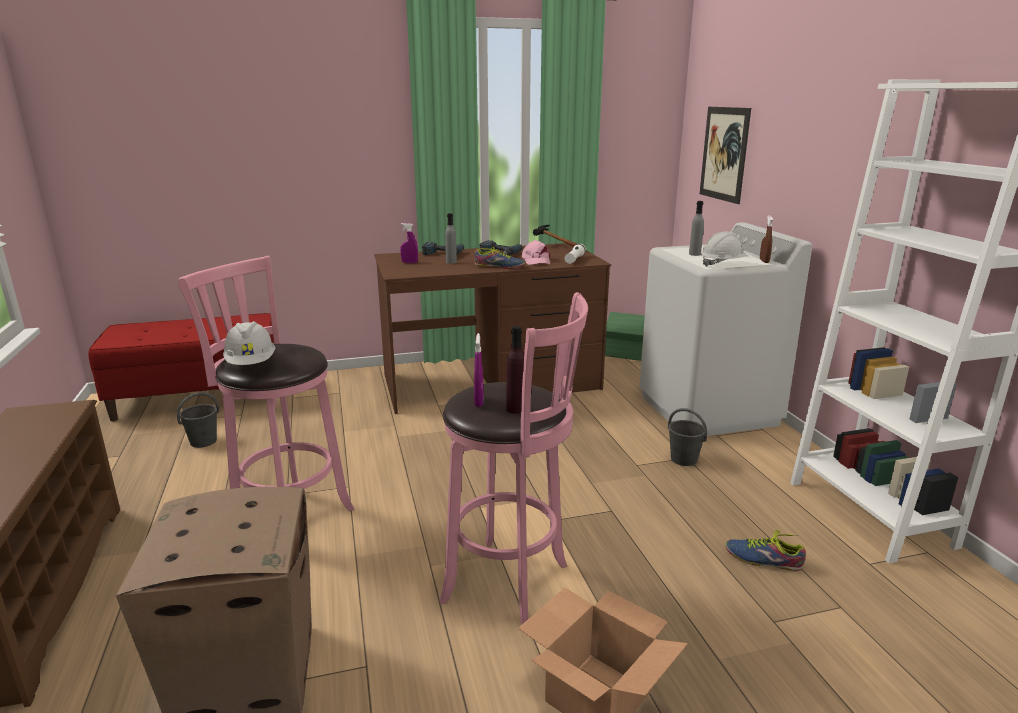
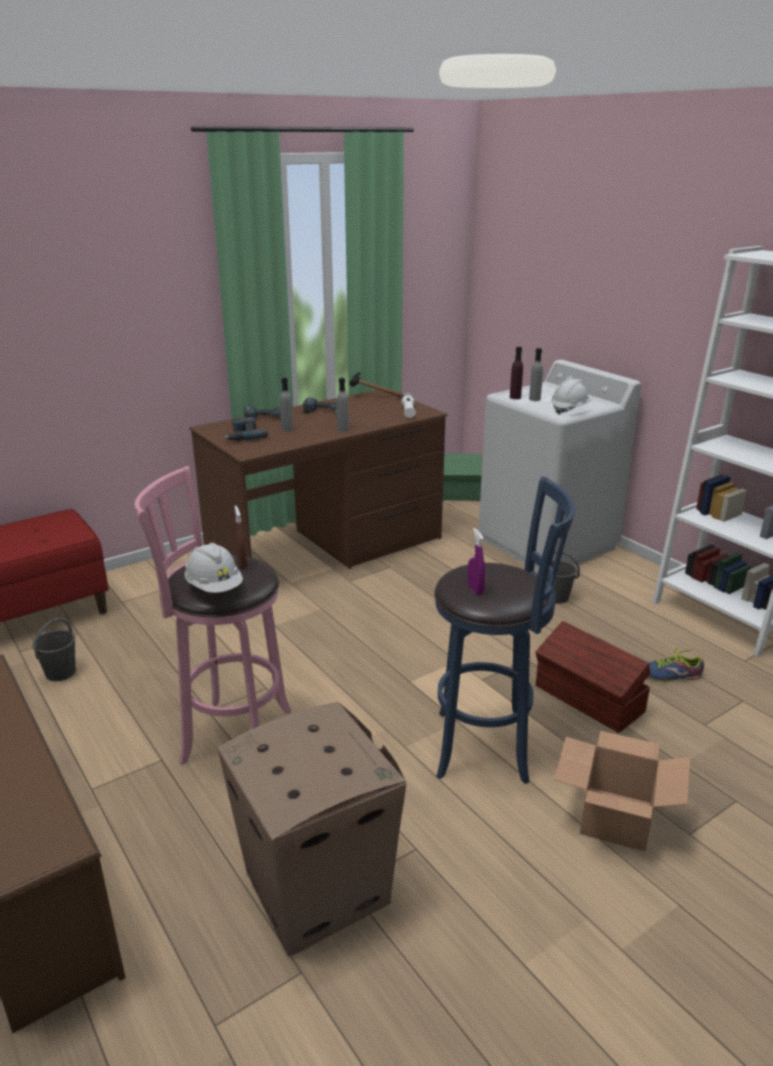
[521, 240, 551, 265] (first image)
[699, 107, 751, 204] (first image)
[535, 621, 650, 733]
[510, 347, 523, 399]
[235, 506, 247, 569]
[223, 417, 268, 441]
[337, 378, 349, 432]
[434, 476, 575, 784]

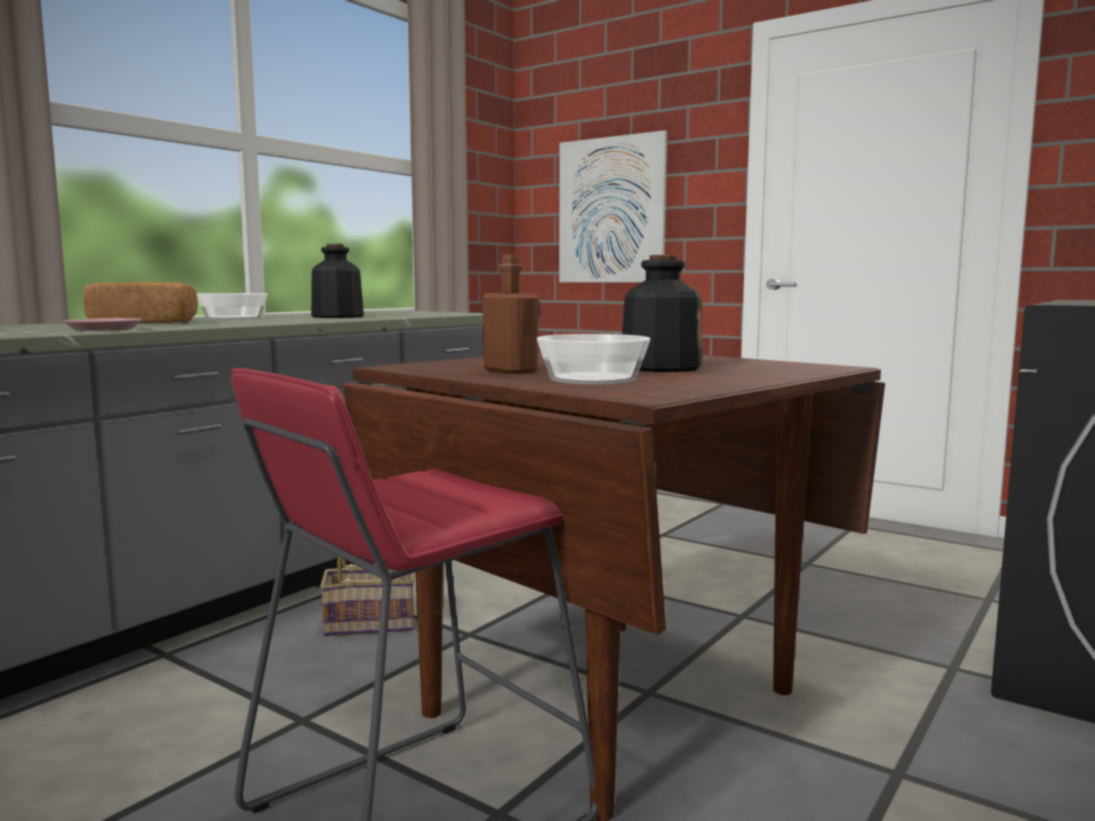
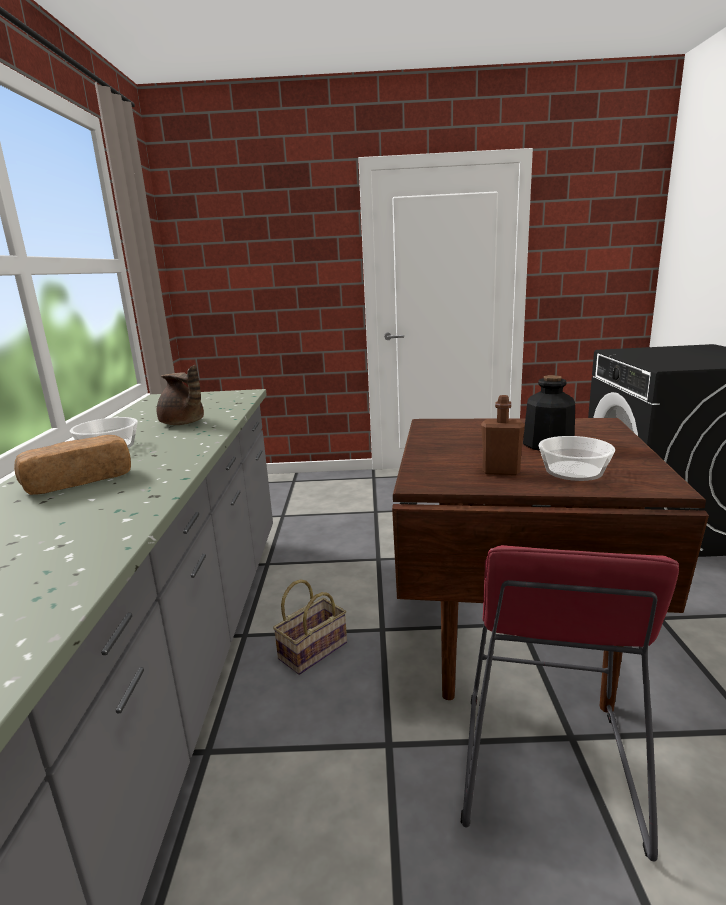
[63, 318, 142, 331] (first image)
[559, 130, 667, 282] (first image)
[157, 365, 204, 425]

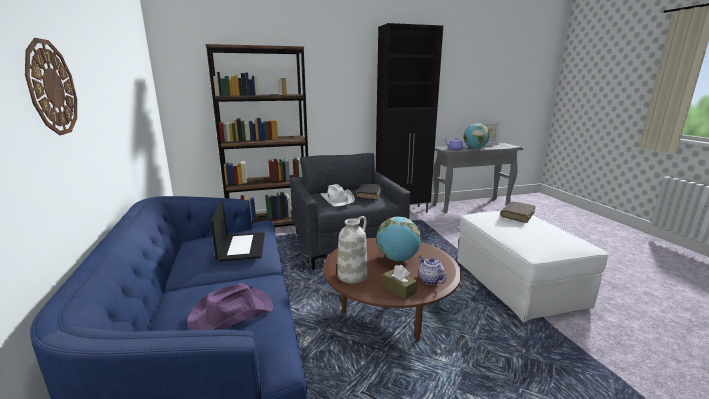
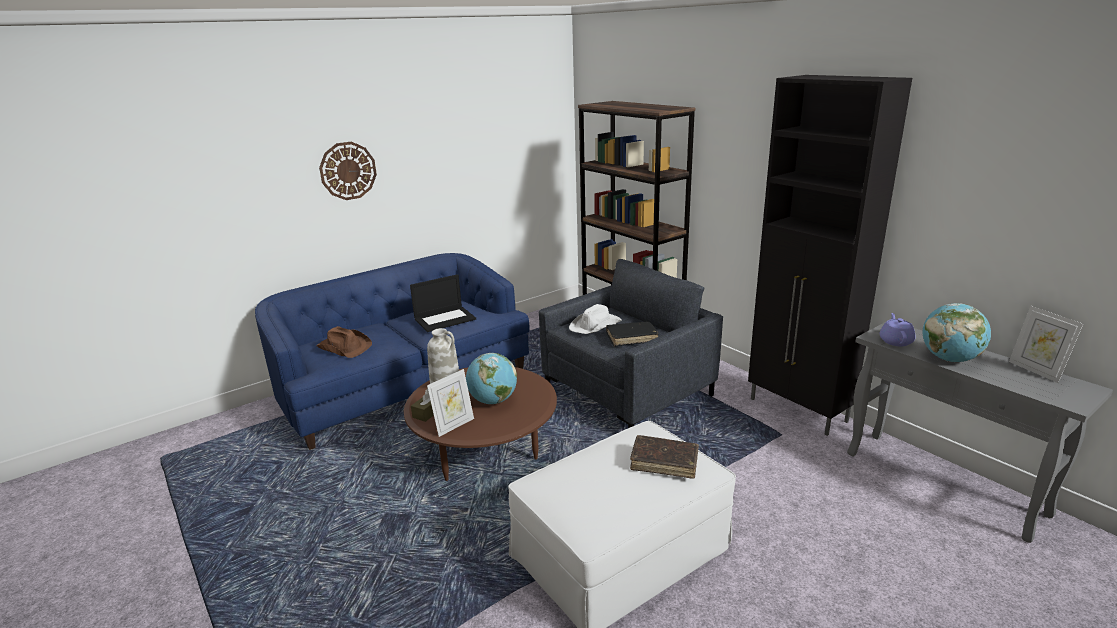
[427, 369, 474, 437]
[316, 326, 372, 358]

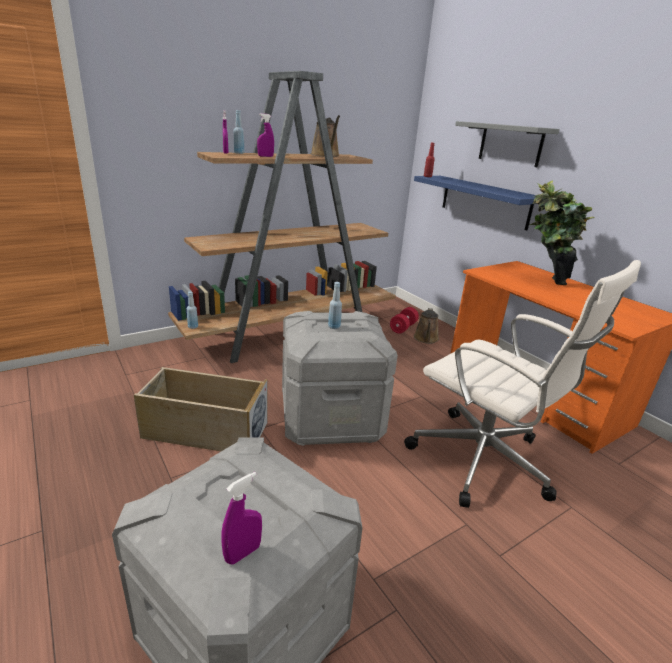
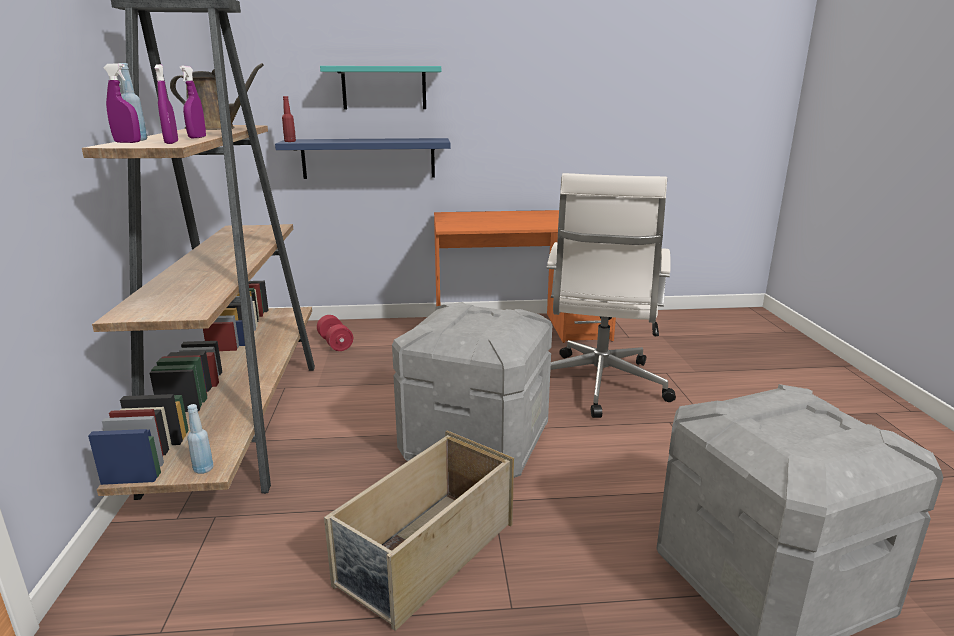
[328, 282, 342, 329] (first image)
[414, 308, 439, 344] (first image)
[529, 180, 595, 285] (first image)
[155, 64, 178, 144]
[320, 66, 441, 110]
[546, 173, 676, 418]

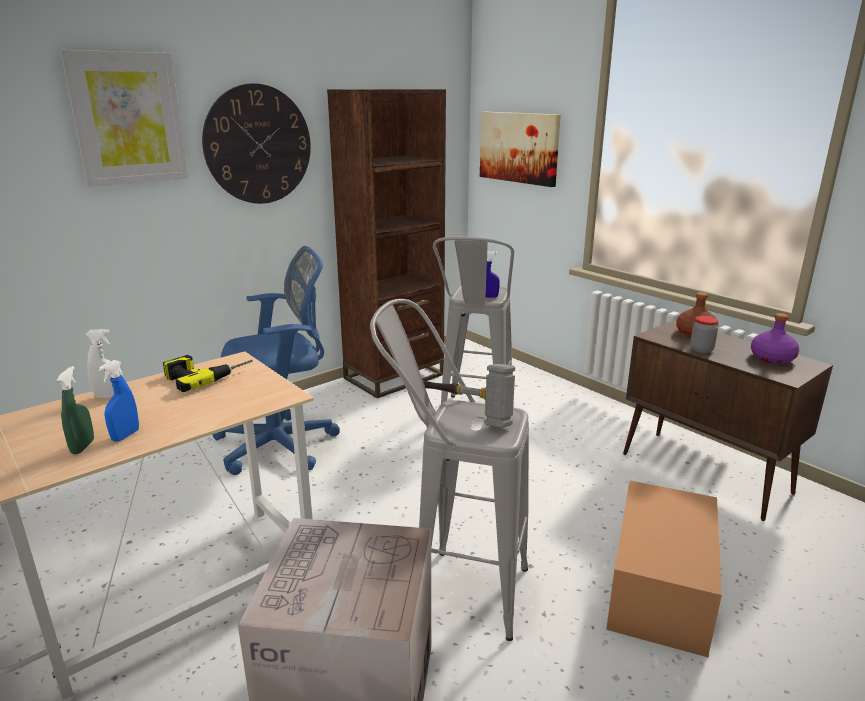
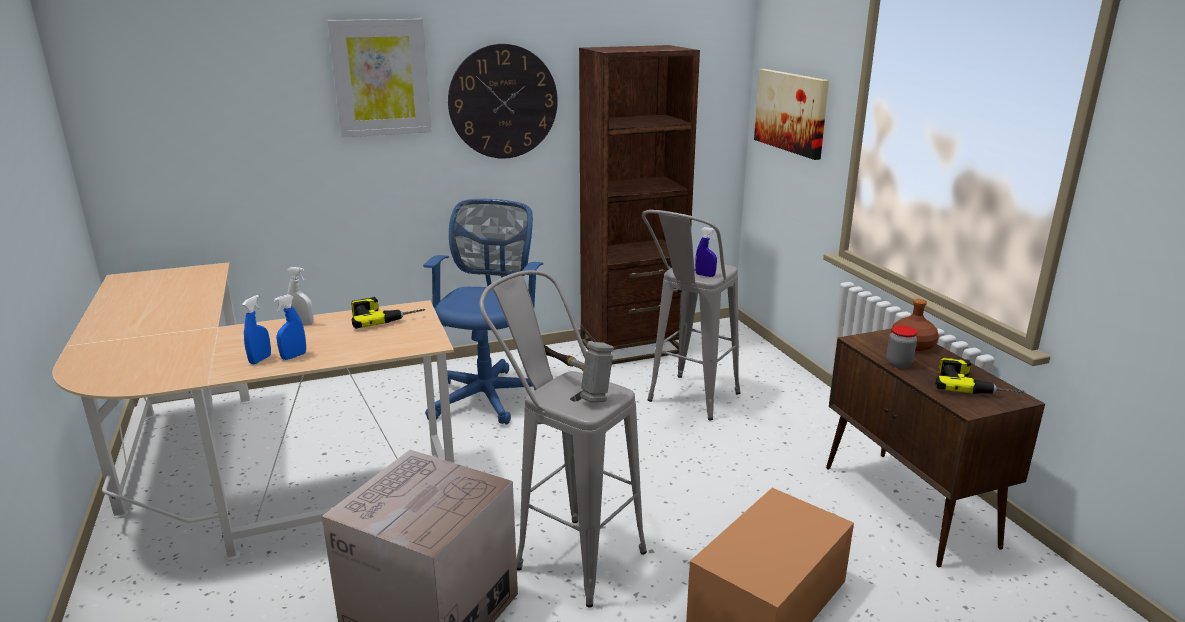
[935, 357, 1024, 394]
[242, 295, 271, 364]
[423, 199, 543, 424]

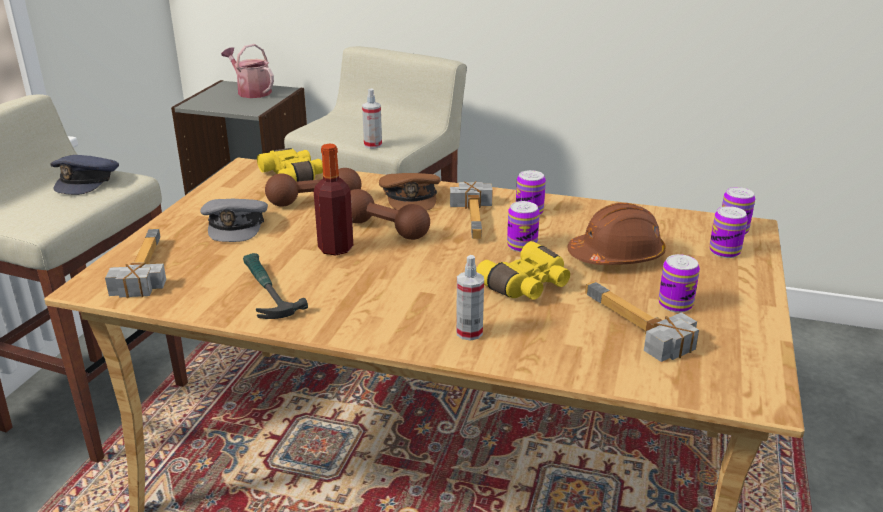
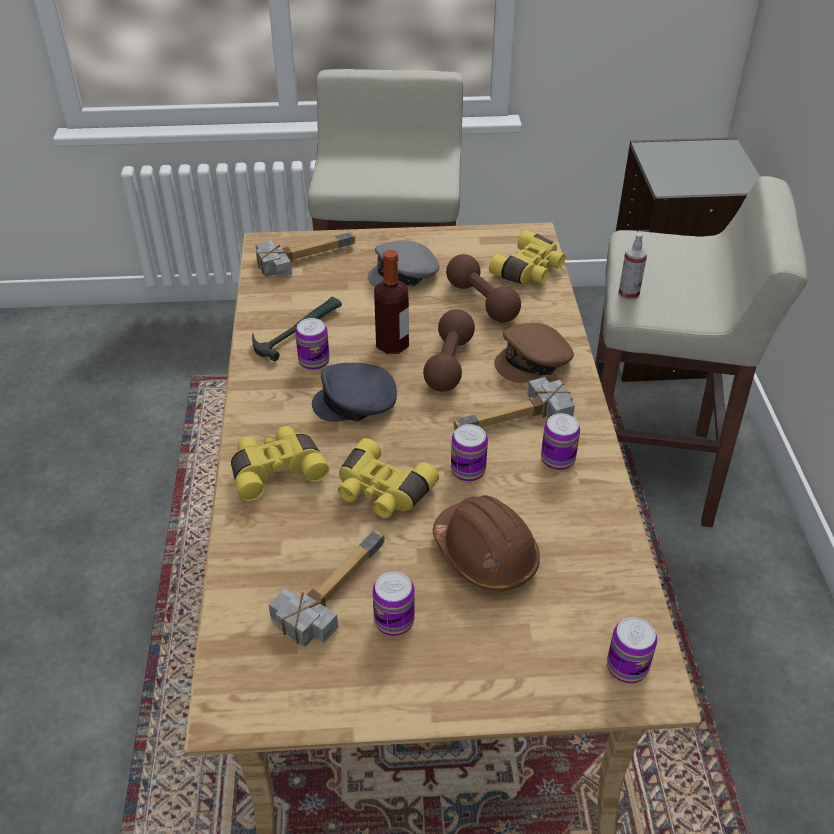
[221, 44, 274, 98] (first image)
[312, 363, 397, 422]
[295, 318, 330, 370]
[231, 426, 329, 501]

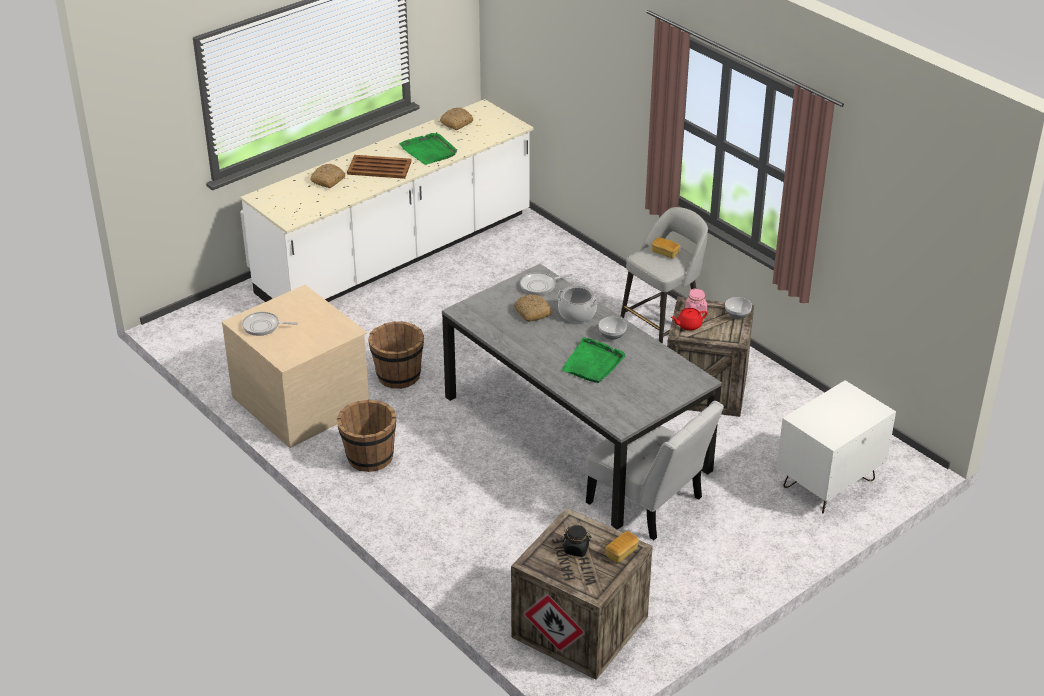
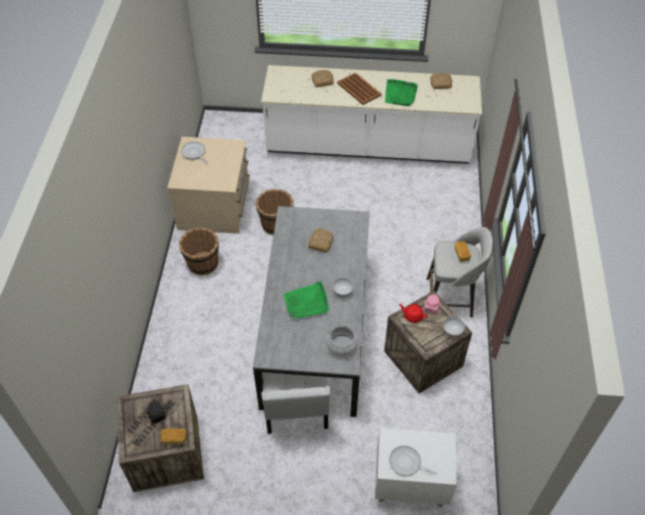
[389, 446, 437, 476]
[326, 323, 358, 357]

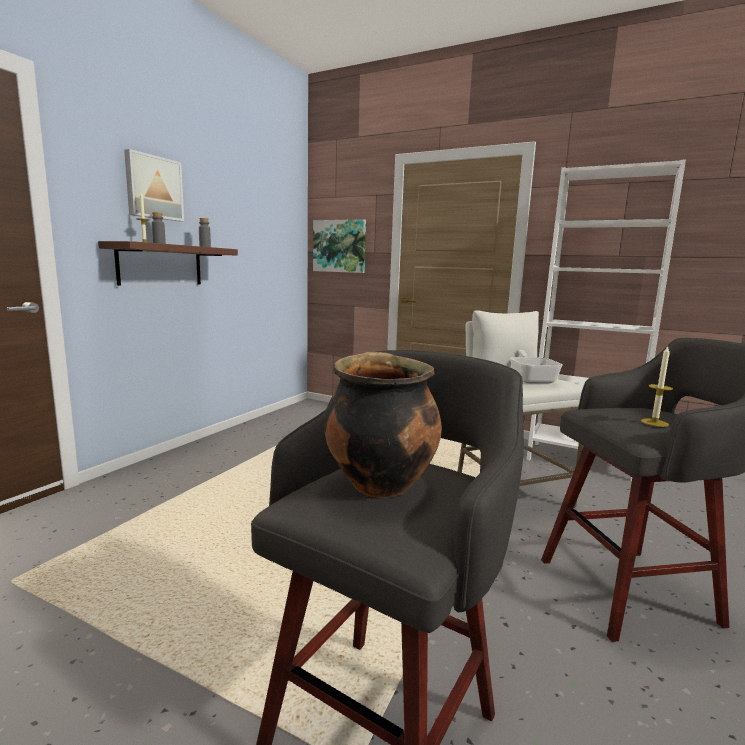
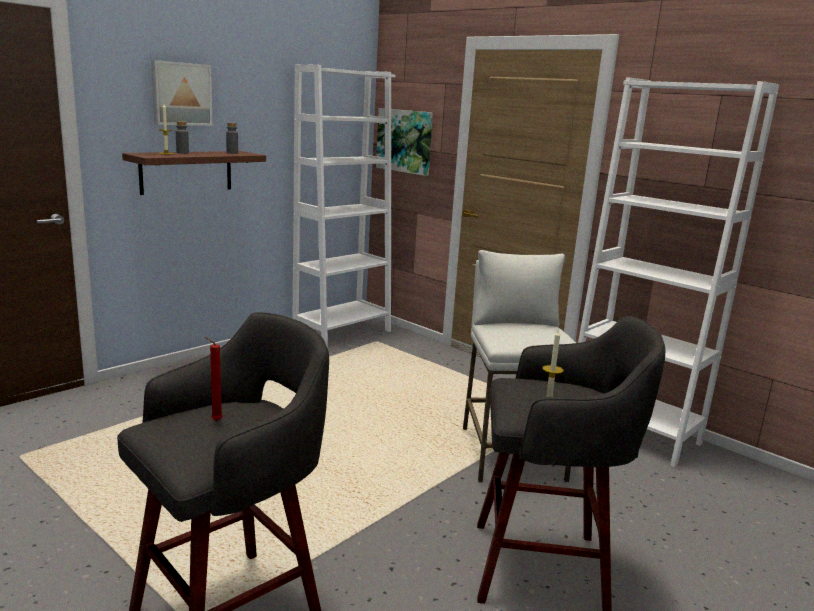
[510, 350, 563, 384] (first image)
[293, 64, 395, 348]
[205, 337, 223, 421]

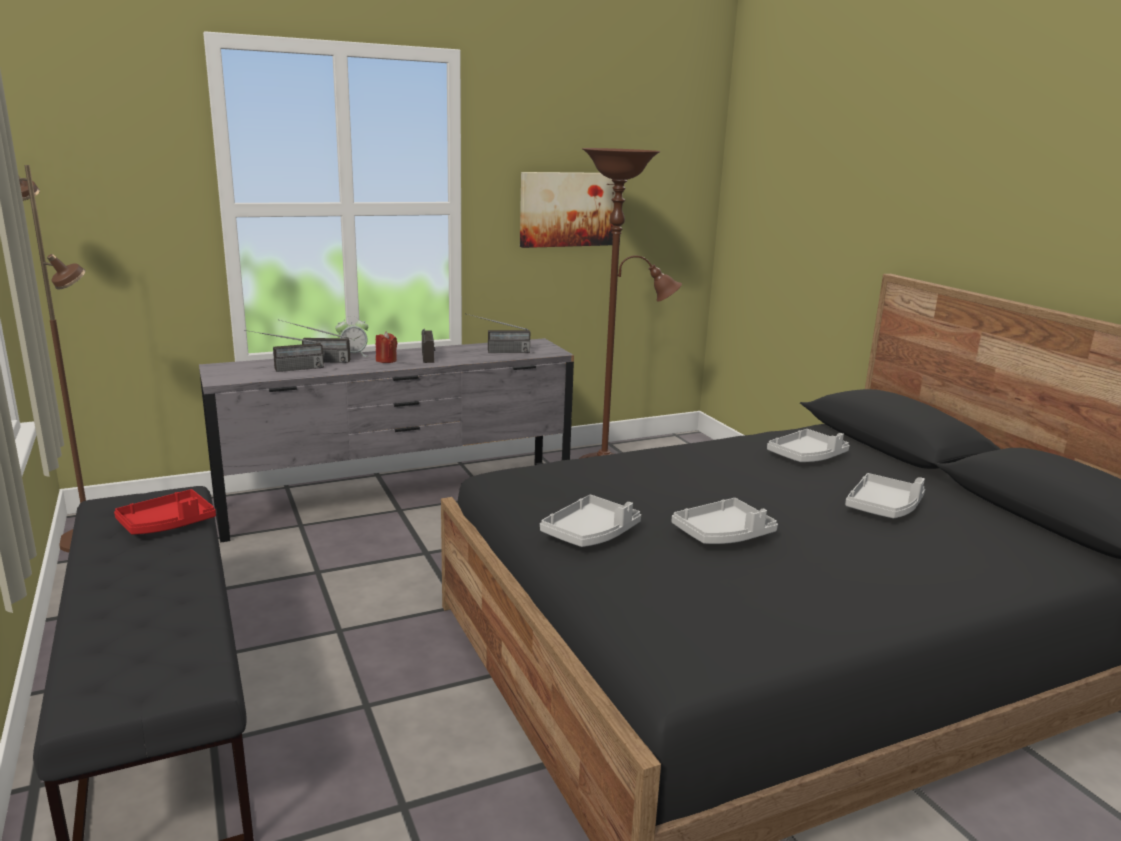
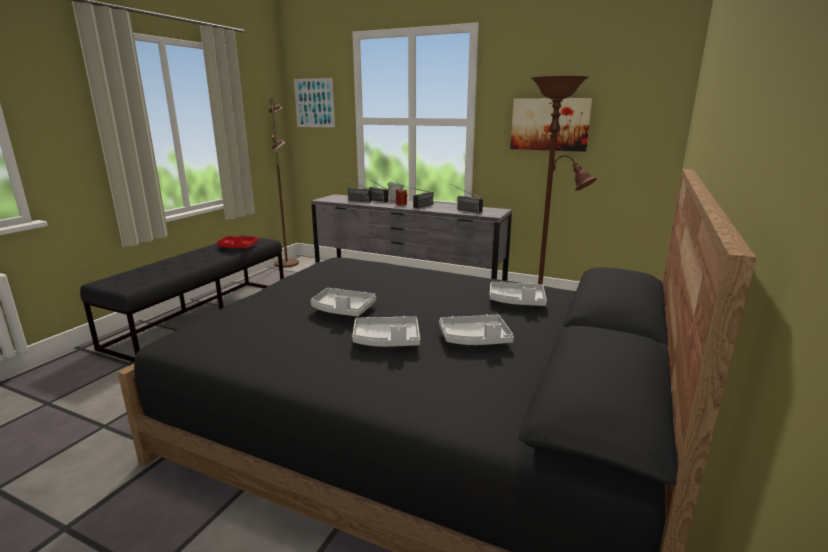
[294, 78, 335, 128]
[352, 316, 420, 347]

